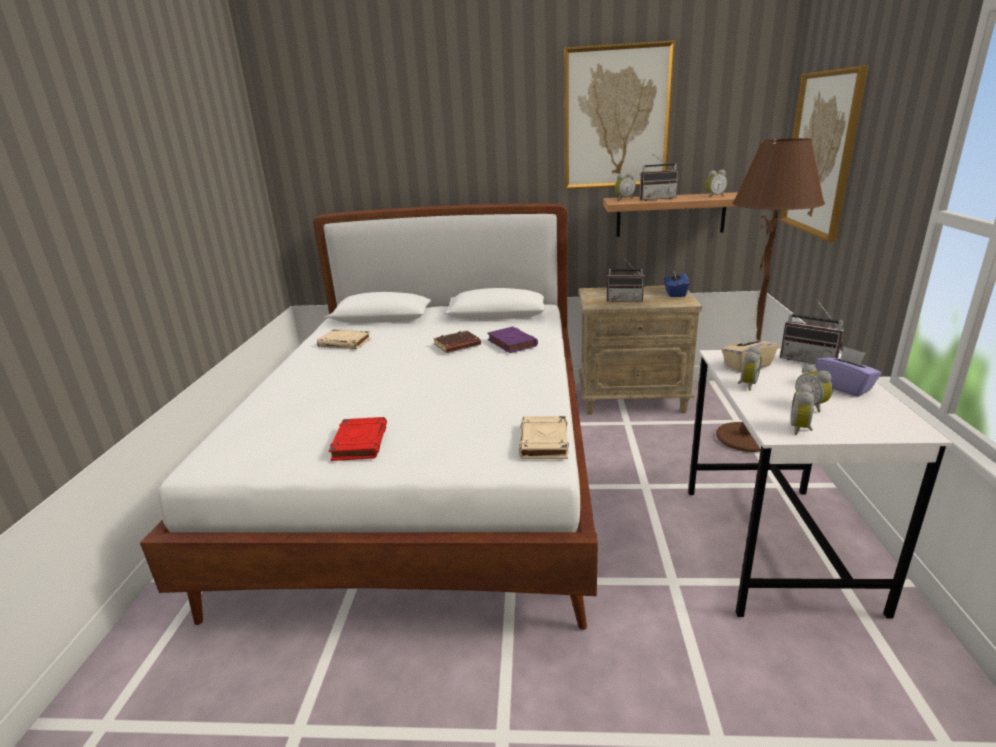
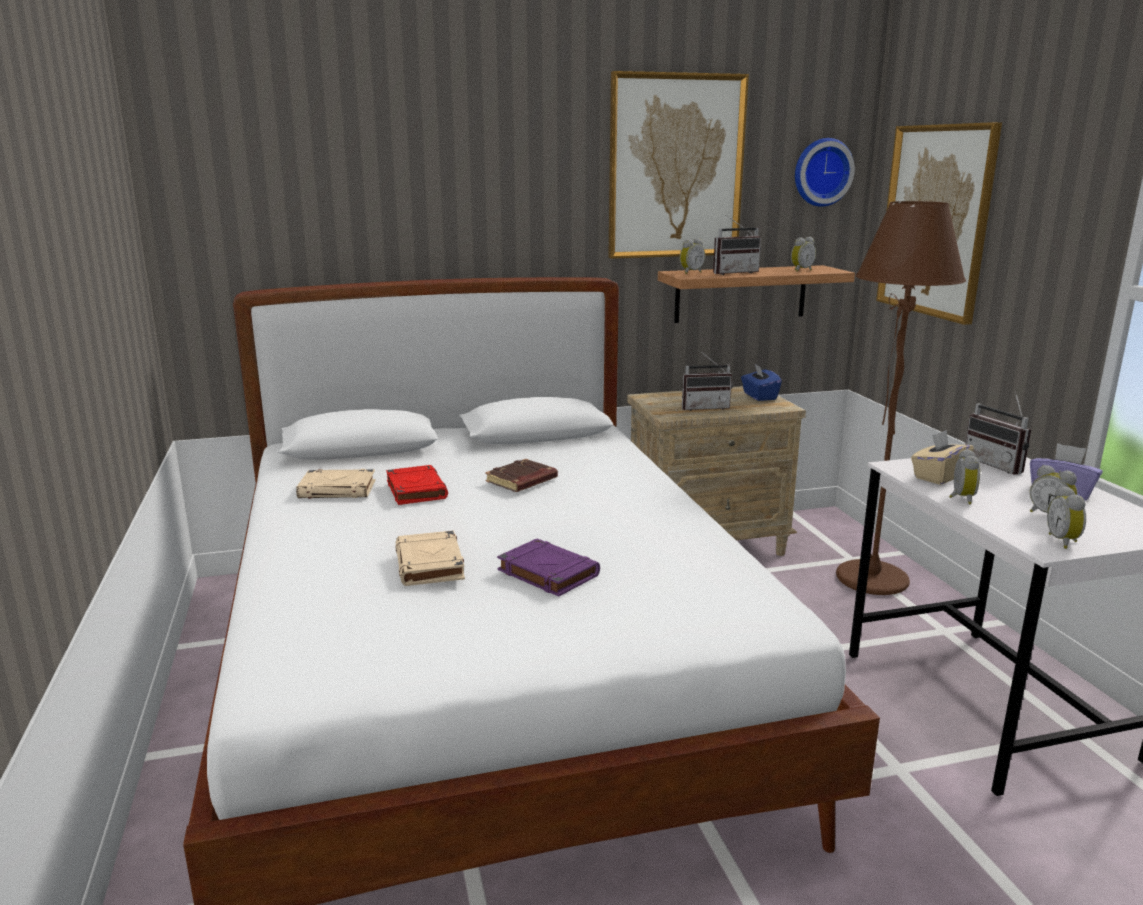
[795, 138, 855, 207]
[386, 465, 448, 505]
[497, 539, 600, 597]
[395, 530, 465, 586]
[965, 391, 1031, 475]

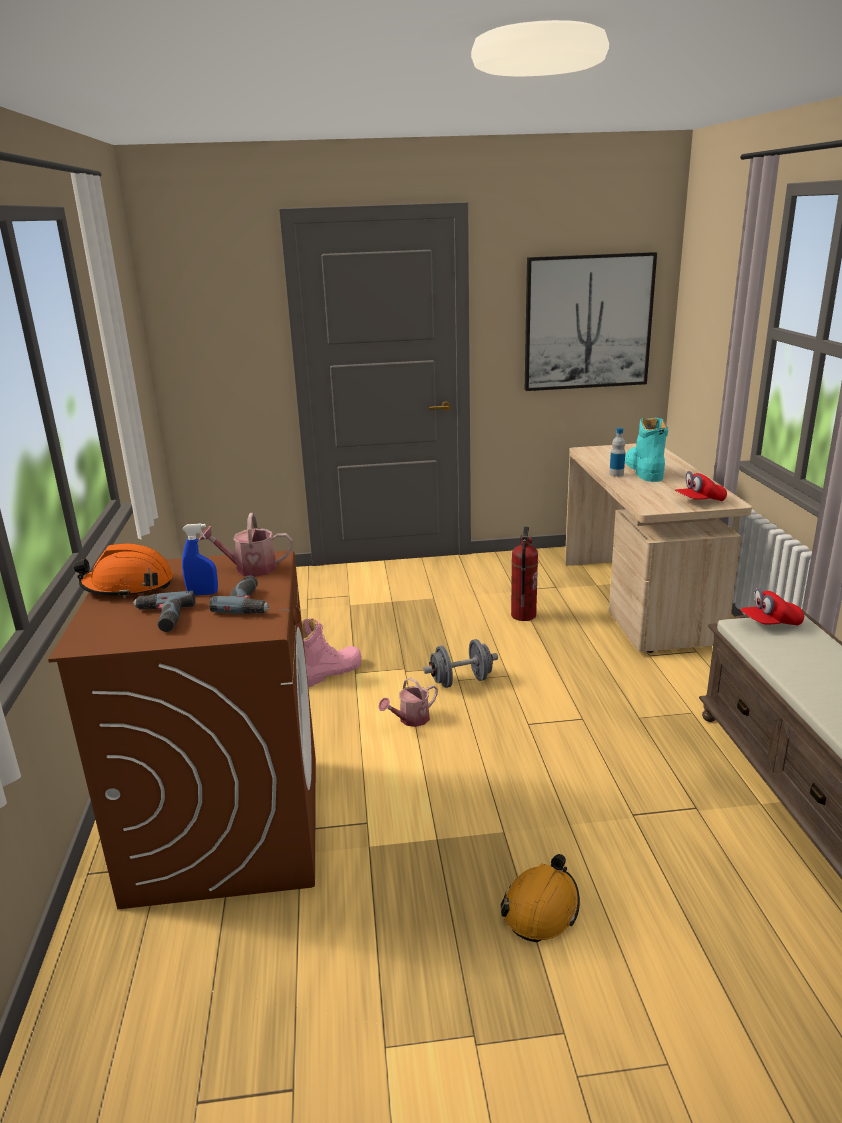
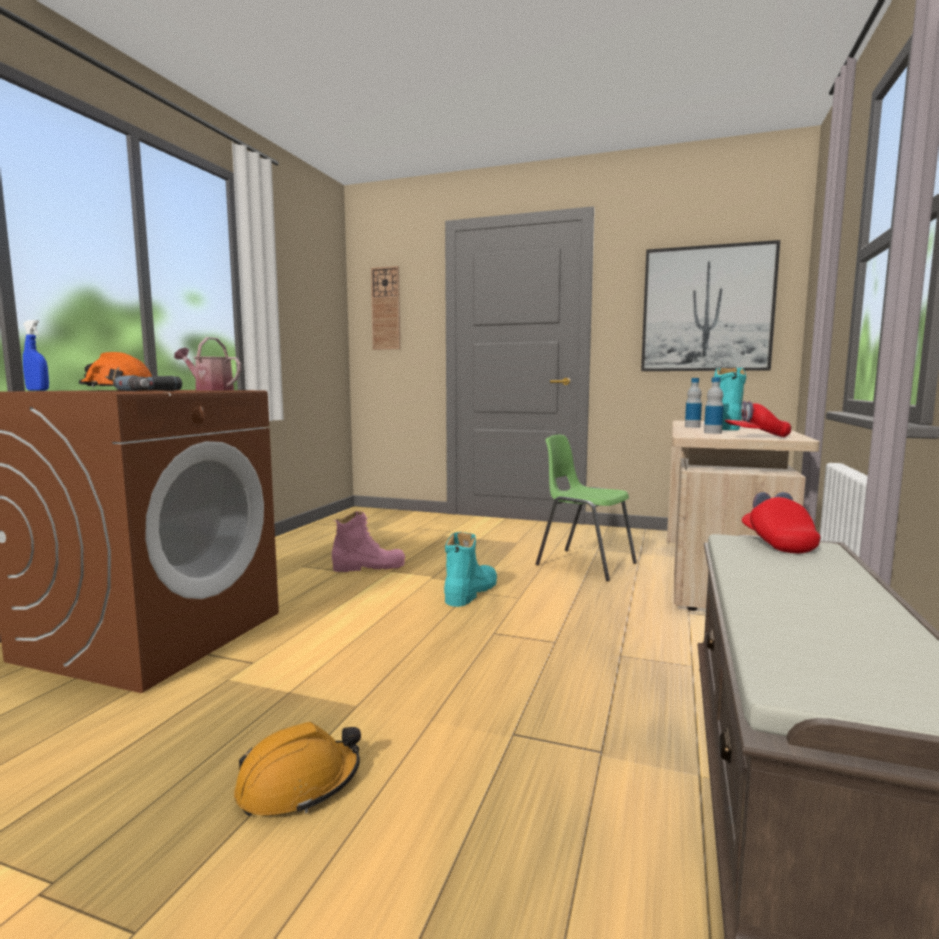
[133, 591, 195, 632] (first image)
[378, 677, 438, 727] (first image)
[371, 266, 400, 350]
[704, 377, 724, 434]
[23, 320, 49, 391]
[444, 532, 497, 607]
[536, 435, 637, 581]
[742, 492, 820, 554]

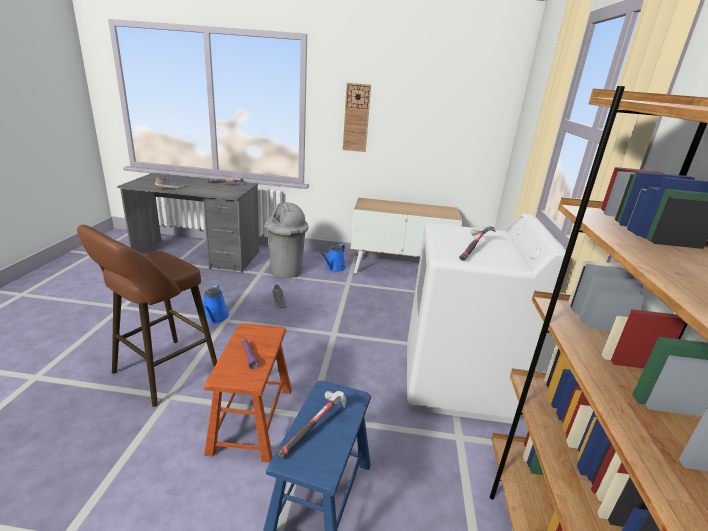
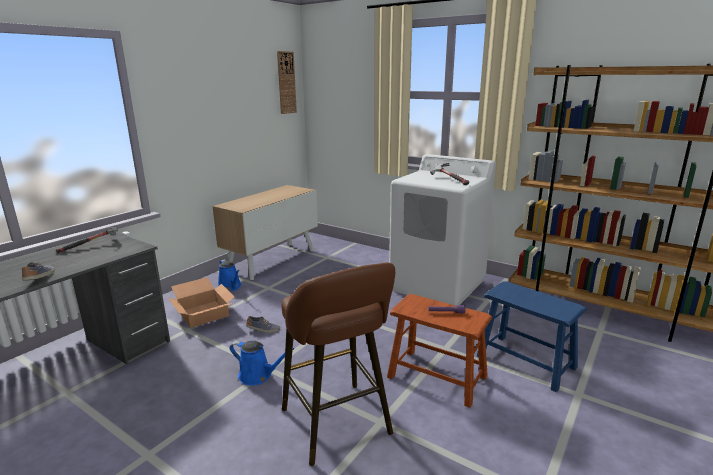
[277, 391, 346, 459] (first image)
[277, 51, 297, 114]
[168, 277, 234, 328]

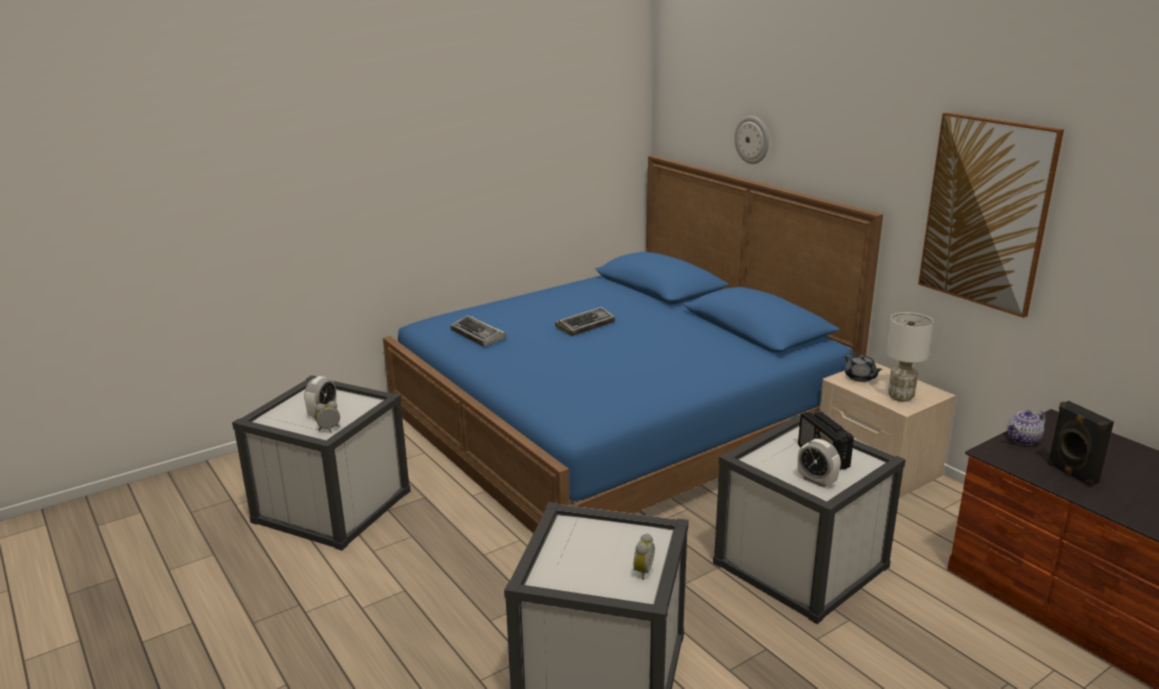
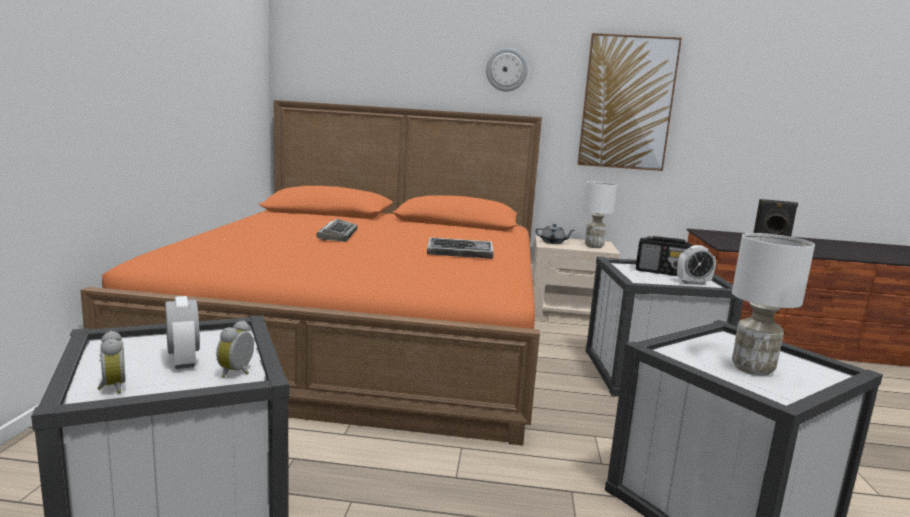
[1007, 410, 1046, 445] (first image)
[732, 233, 815, 376]
[427, 237, 494, 259]
[97, 331, 126, 394]
[486, 48, 528, 91]
[80, 100, 542, 446]

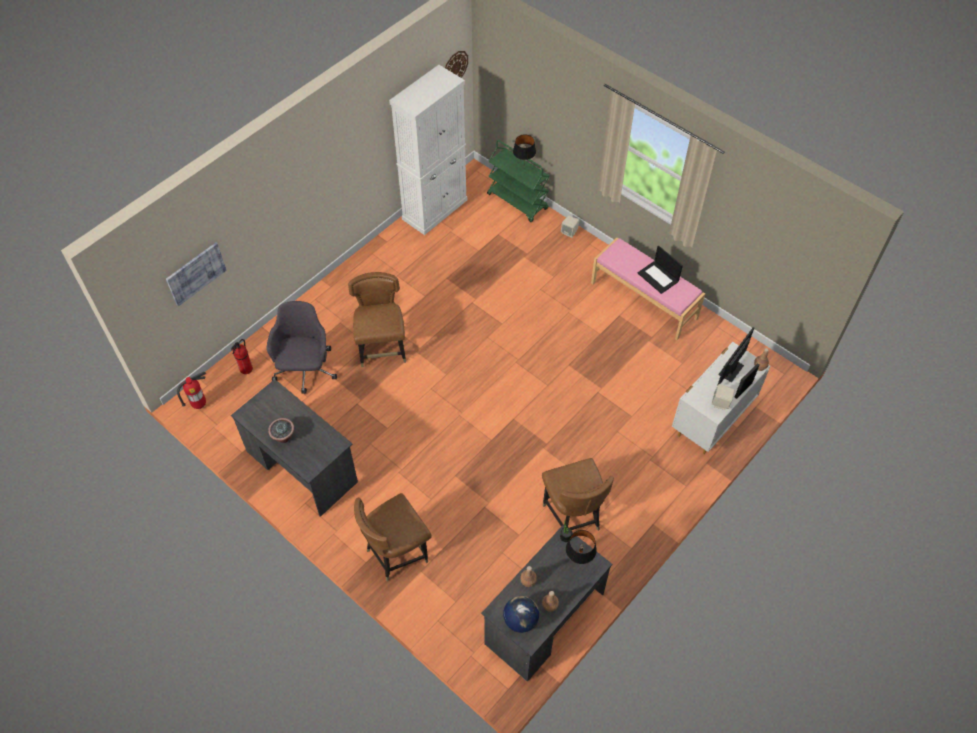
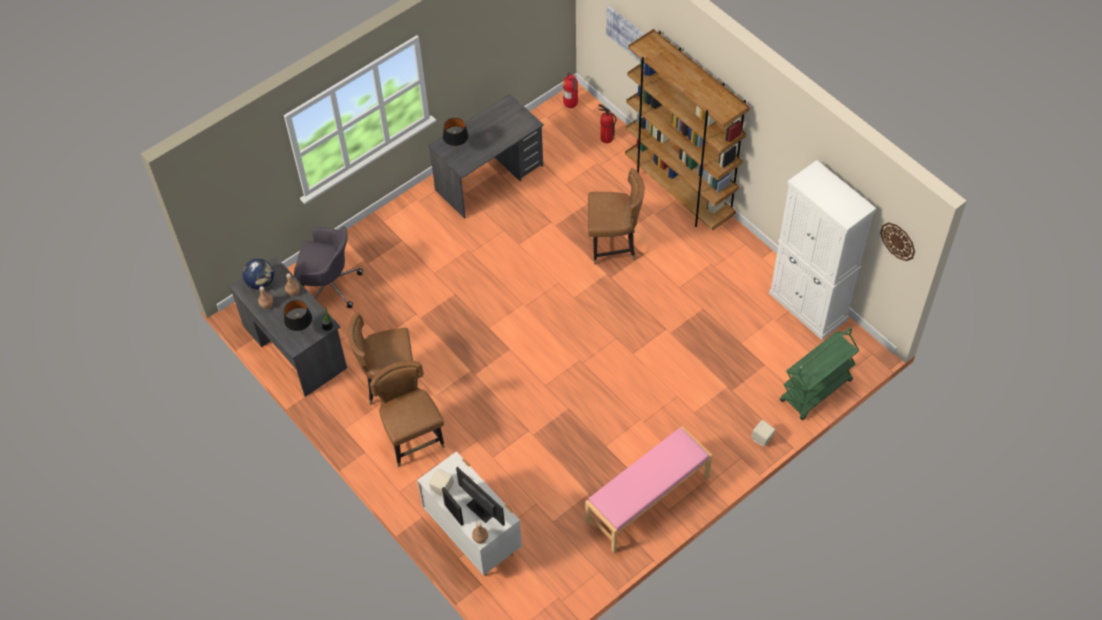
[268, 418, 294, 443] (first image)
[638, 246, 683, 294] (first image)
[625, 29, 750, 231]
[294, 226, 363, 308]
[370, 361, 445, 467]
[443, 118, 469, 146]

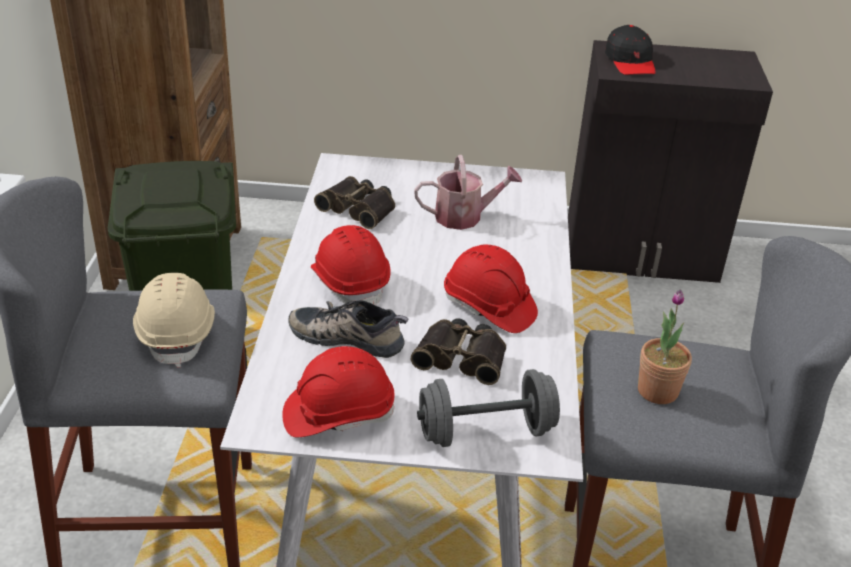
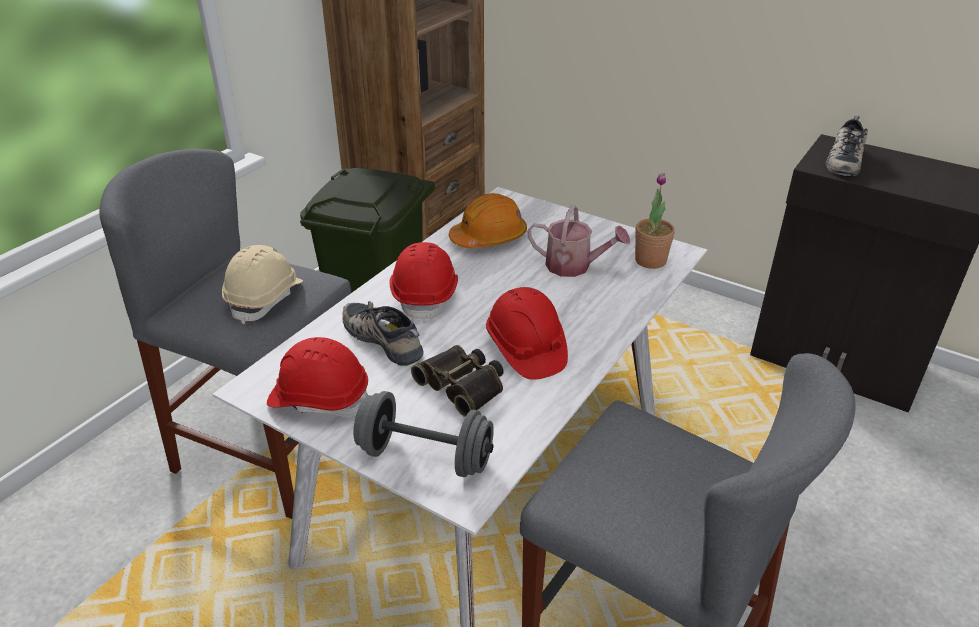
[635, 173, 675, 269]
[449, 193, 527, 248]
[826, 115, 868, 177]

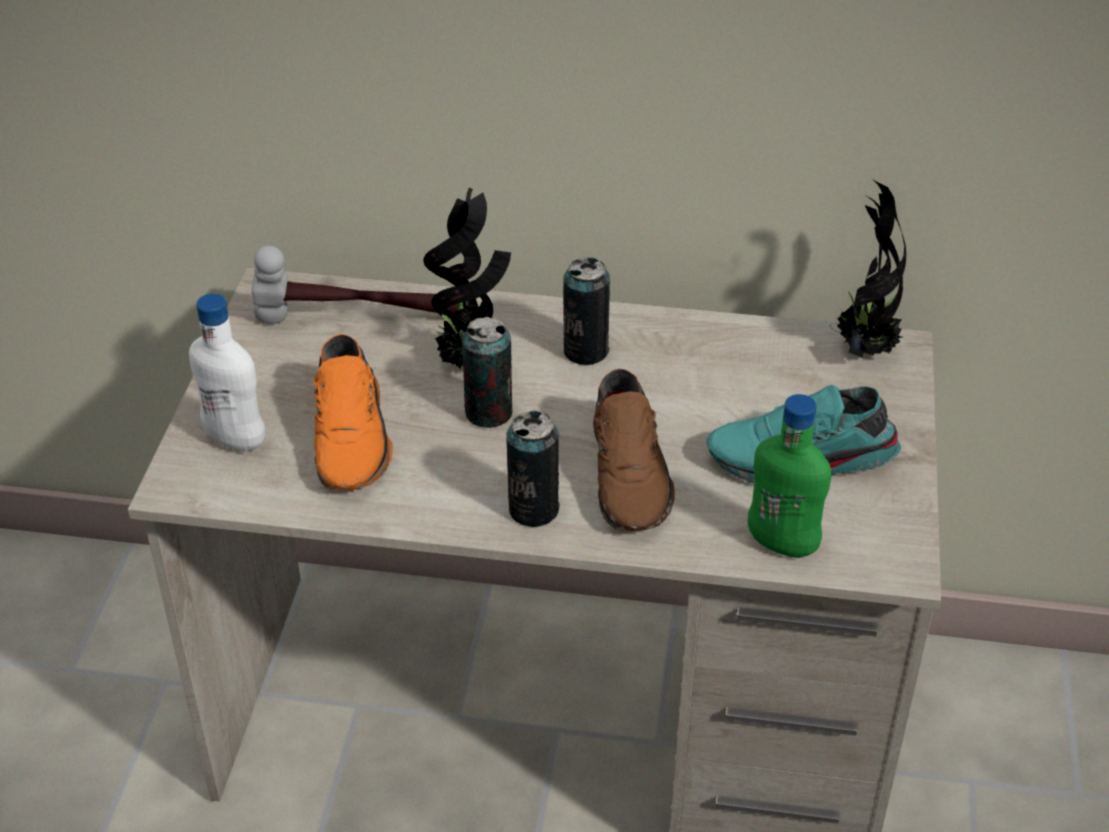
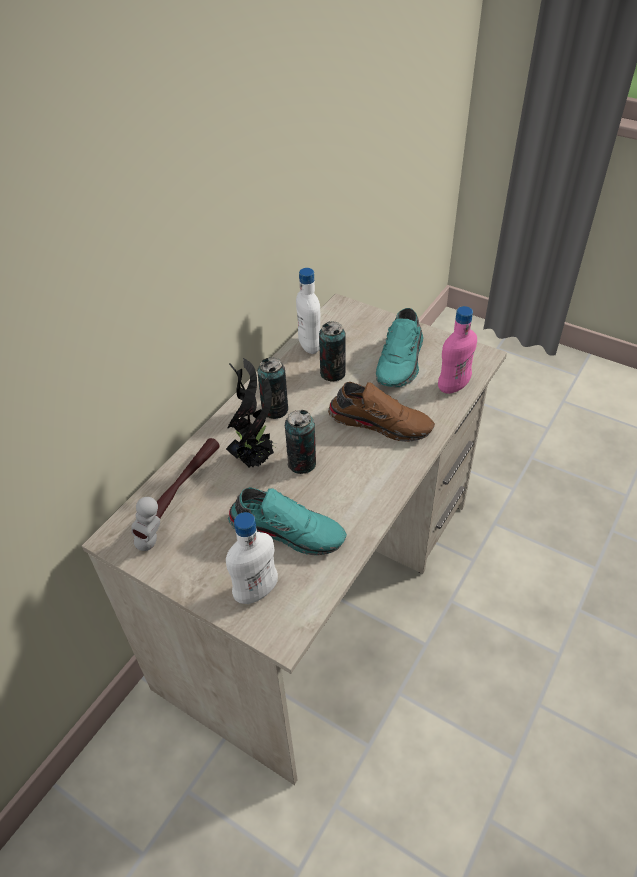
[830, 179, 906, 358] (first image)
[296, 268, 320, 354]
[319, 321, 346, 382]
[228, 487, 347, 555]
[438, 306, 477, 394]

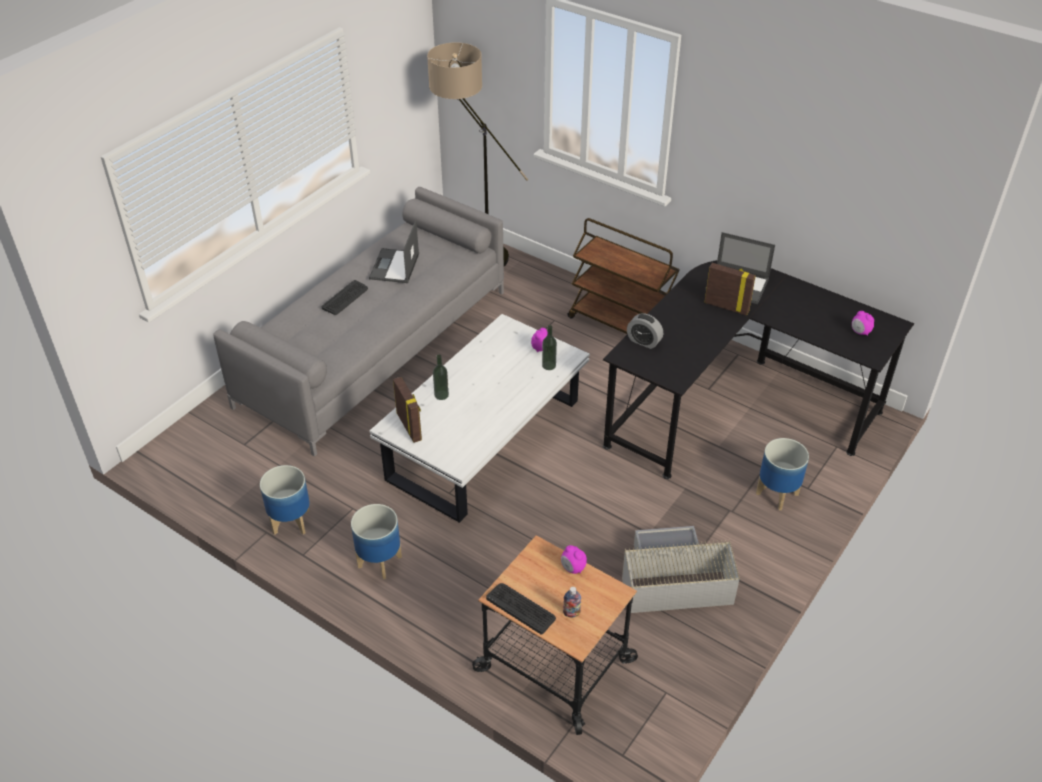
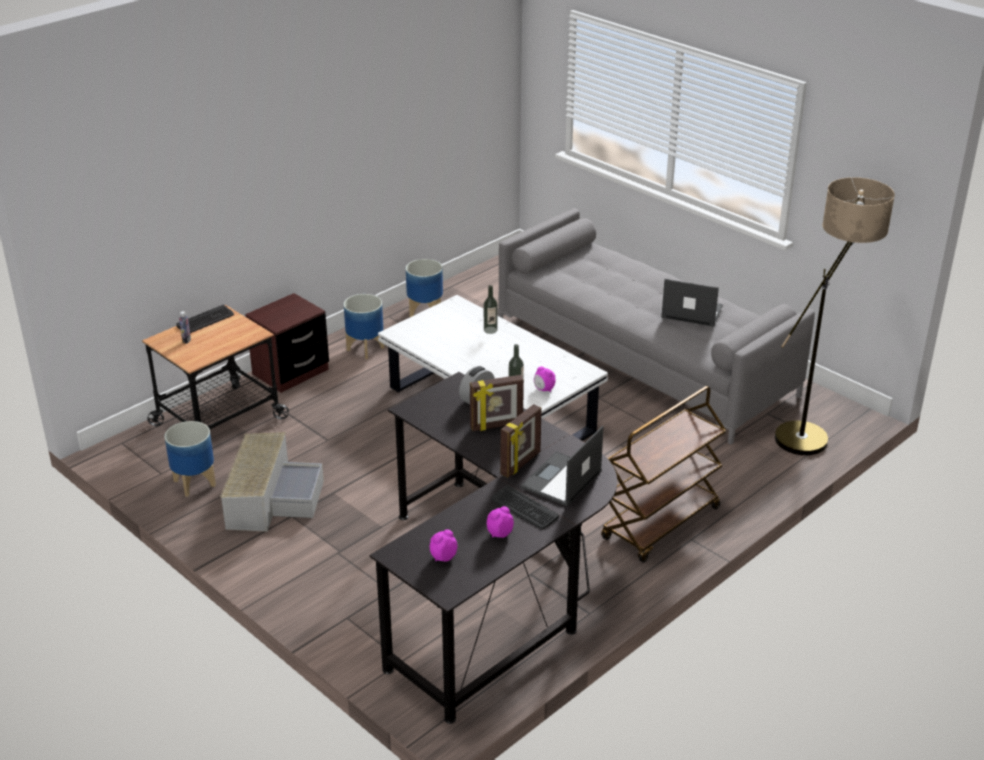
[245, 293, 329, 393]
[492, 485, 559, 529]
[470, 375, 524, 431]
[487, 506, 514, 538]
[165, 421, 216, 497]

